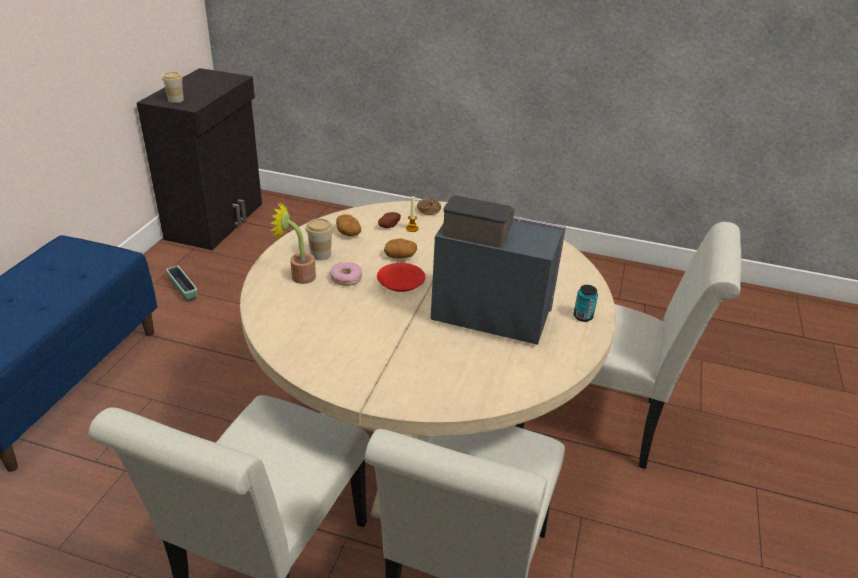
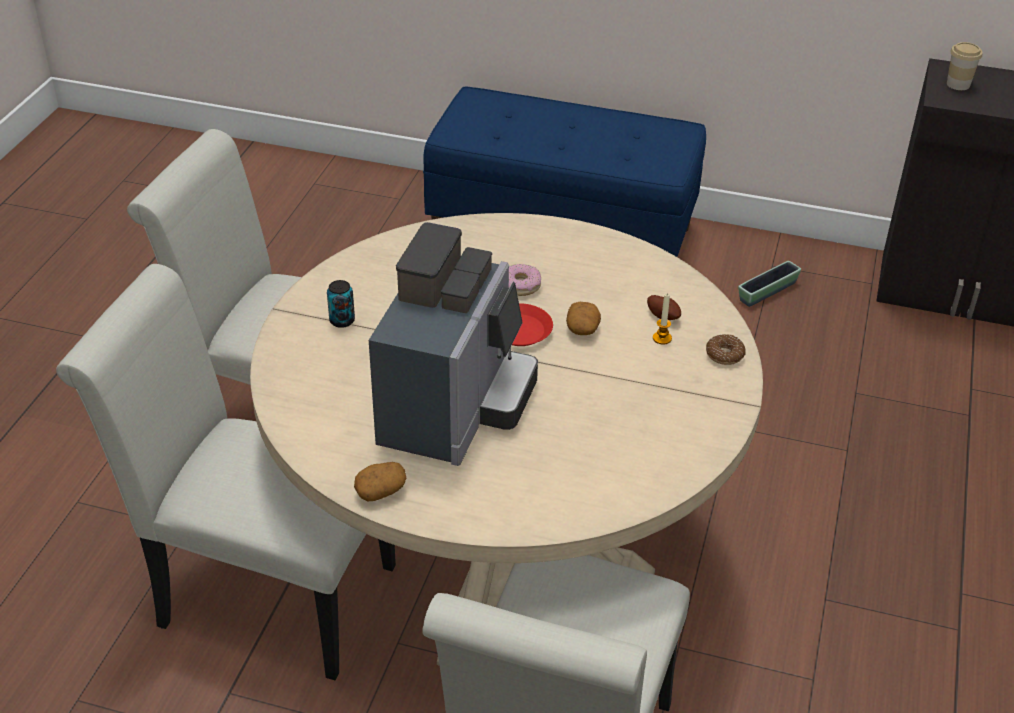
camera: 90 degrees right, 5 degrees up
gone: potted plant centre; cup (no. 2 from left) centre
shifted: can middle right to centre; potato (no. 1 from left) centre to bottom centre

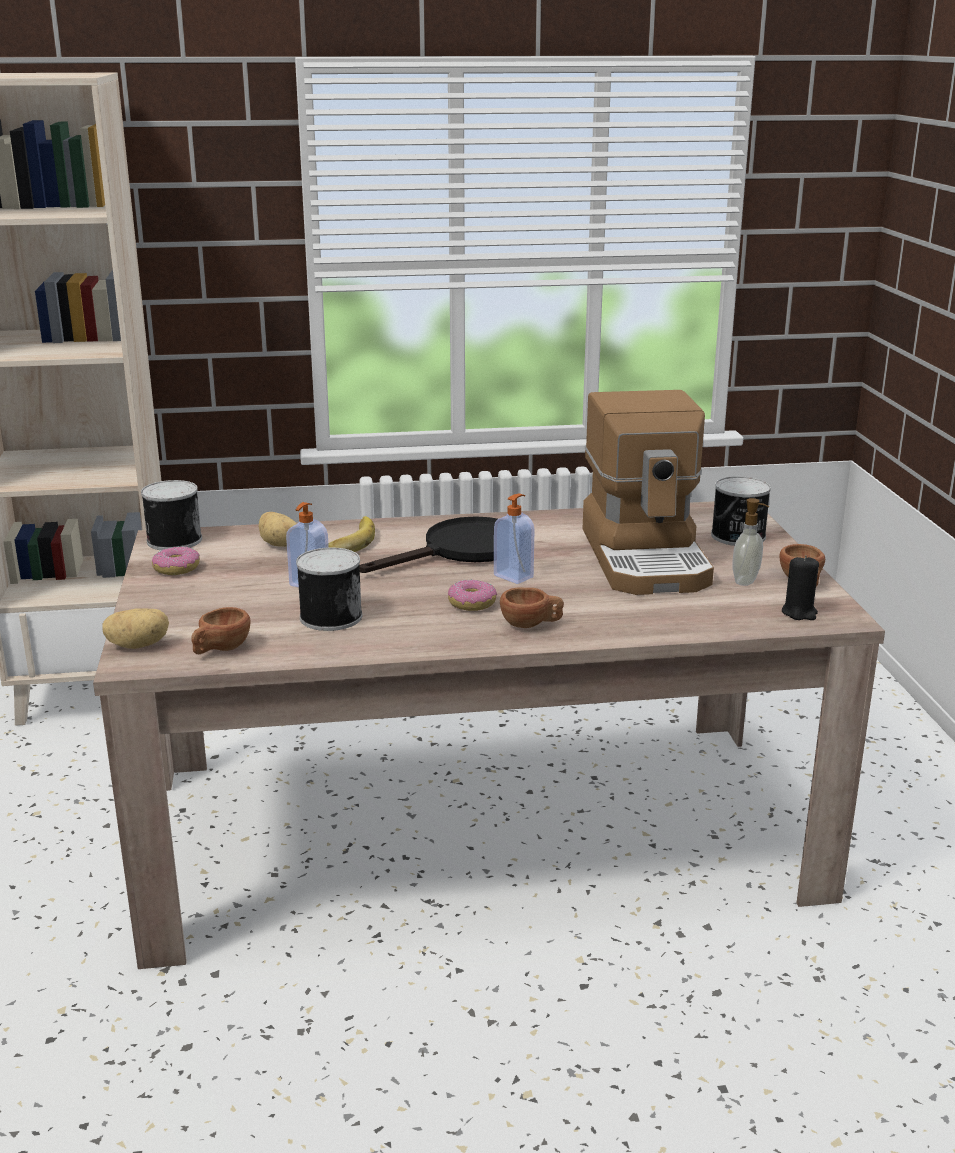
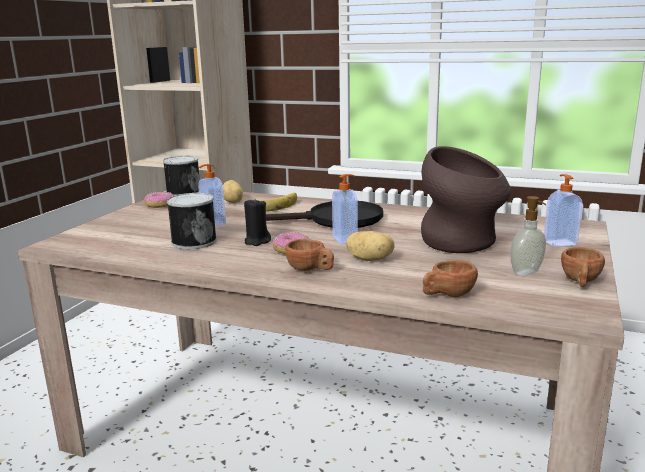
camera: 30 degrees right, 5 degrees down
shifted: candle/black middle right to centre; potato (no. 1 from left in the first image) middle left to potato (no. 2 from left) centre; cup/brown (no. 1 from left in the first image) middle left to cup/brown (no. 2 from left) middle right
swapped: coffee machine middle right to vase/brown middle right; can (no. 3 from left) middle right to soap dispenser (no. 4 from left) middle right

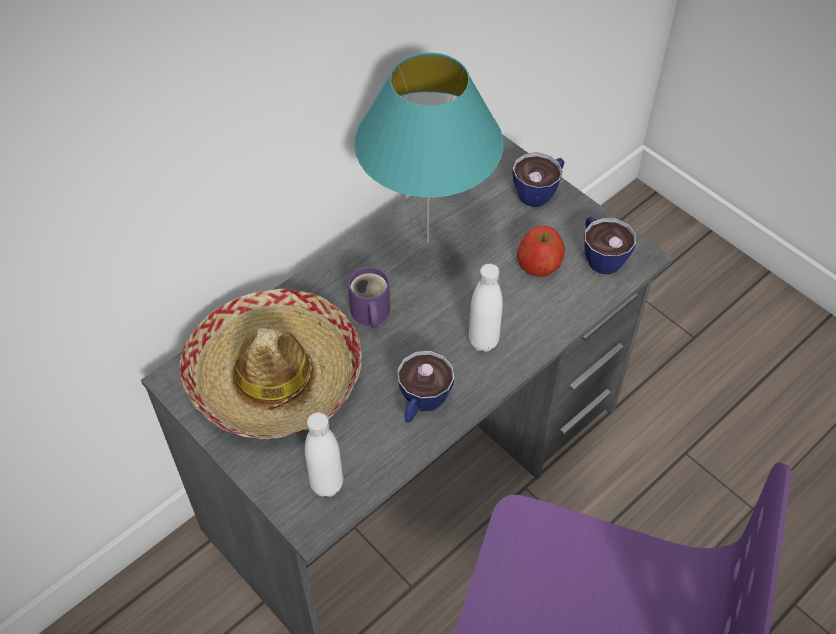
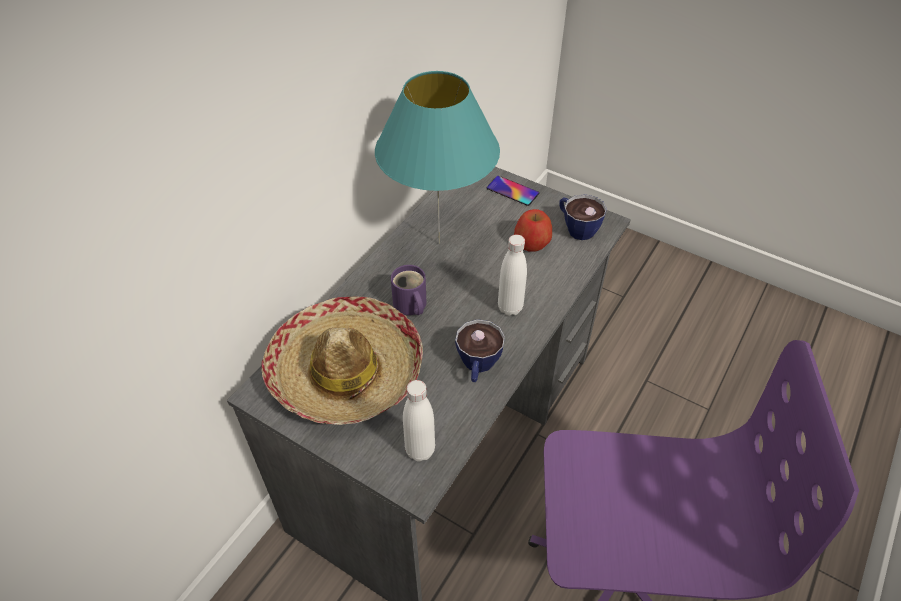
camera: 15 degrees left, 5 degrees down
swapped: cup (no. 2 from left) top centre to phone top centre

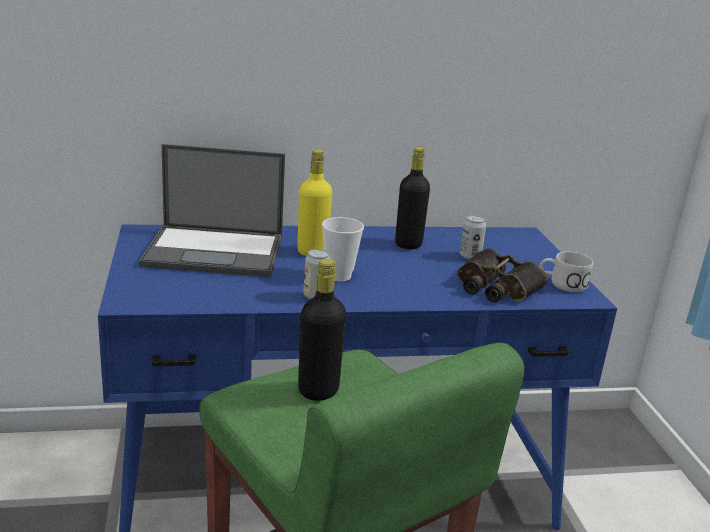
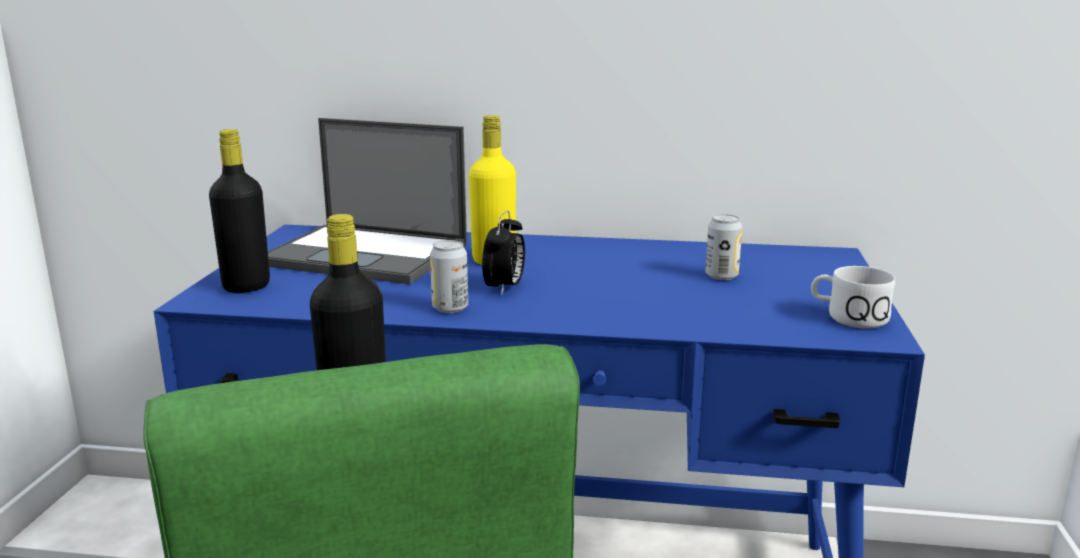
camera: 20 degrees right, 5 degrees down
gone: binoculars middle right
shifted: bottle/black (no. 2 from left in the first image) centre to bottle/black (no. 1 from left) middle left
swapped: cup centre to alarm clock centre

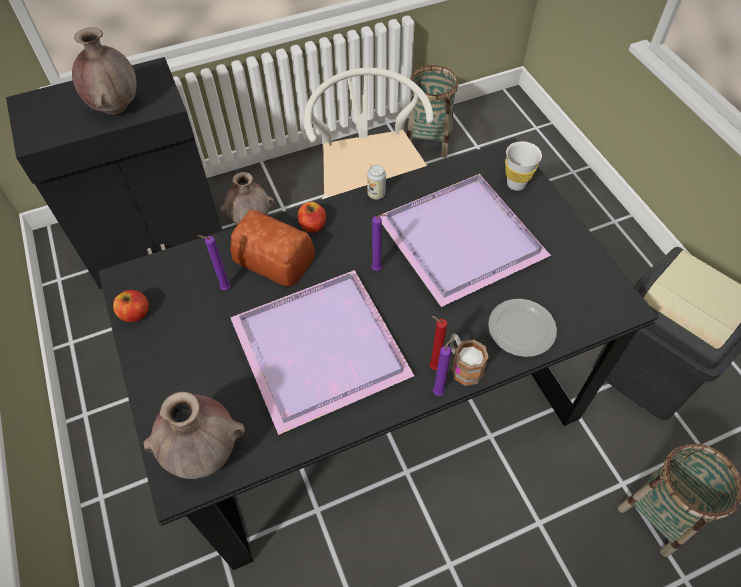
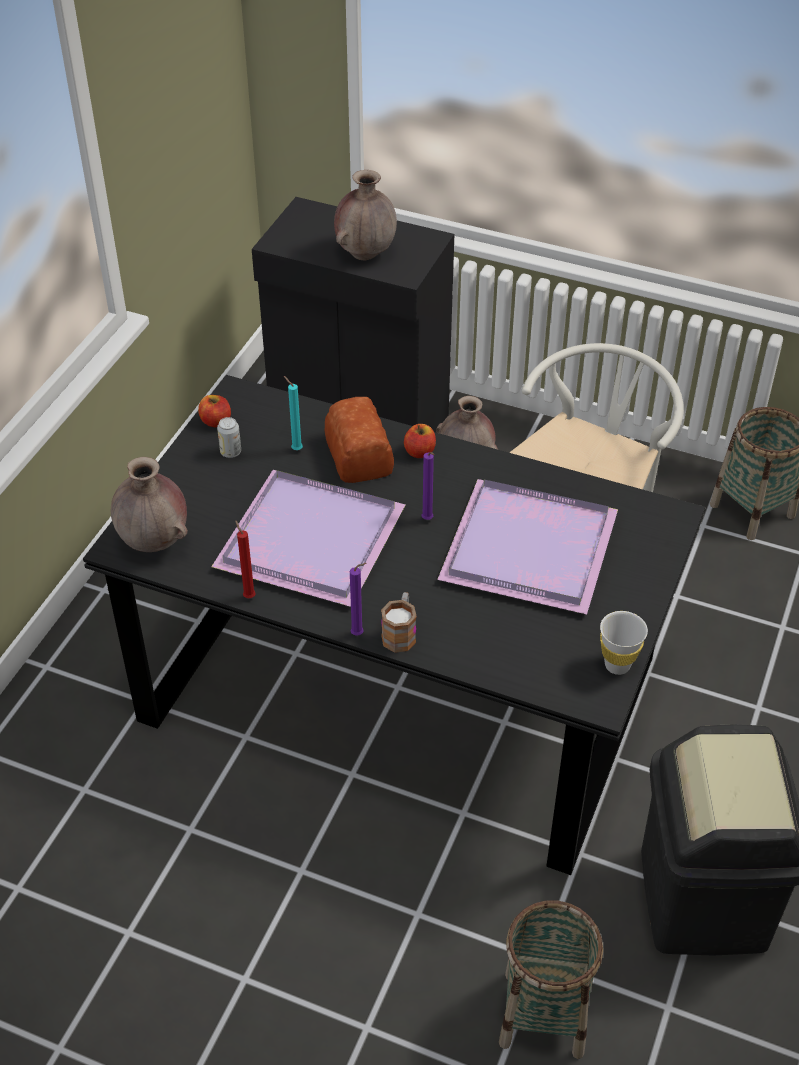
camera: 45 degrees right, 10 degrees down
gone: plate middle right
shifted: can top centre to middle left; candle/red centre to middle left; cup/white top right to middle right
repainted: candle/purple (no. 1 from left) middle left to candle/turquoise centre

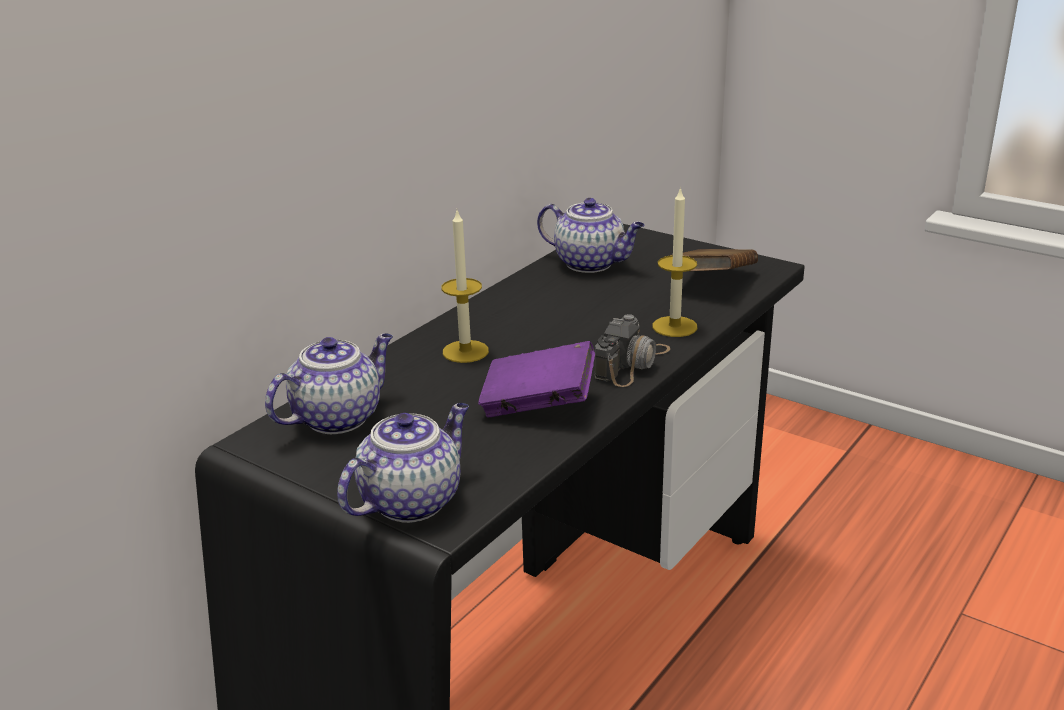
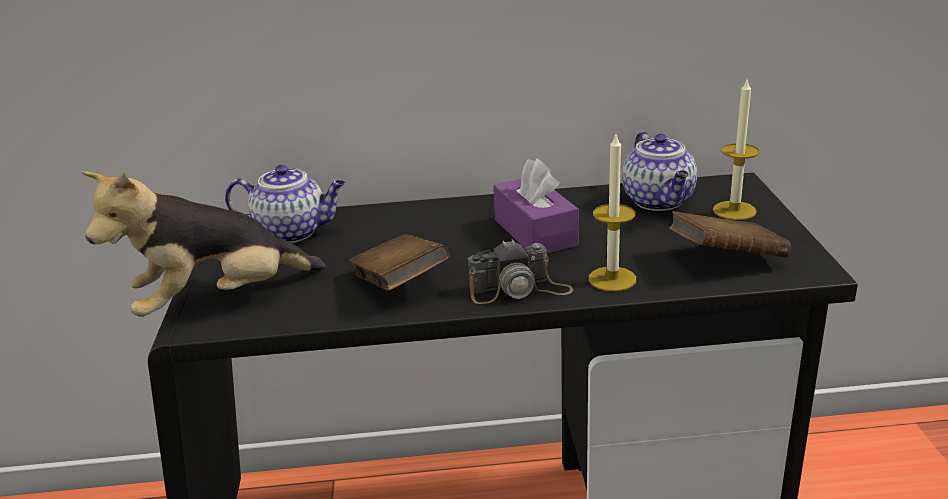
camera: 50 degrees right, 0 degrees up
new: tissue box/purple centre
shifted: candle (no. 1 from left in the first image) centre to candle (no. 2 from left) top right
swapped: teapot (no. 2 from left) centre to plush toy middle left
repainted: book/purple centre to book/brown (no. 1 from left) centre

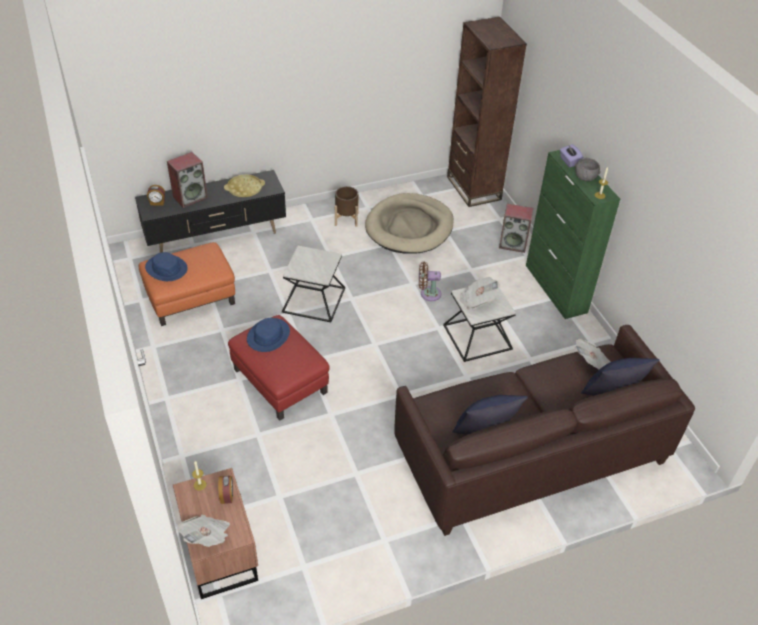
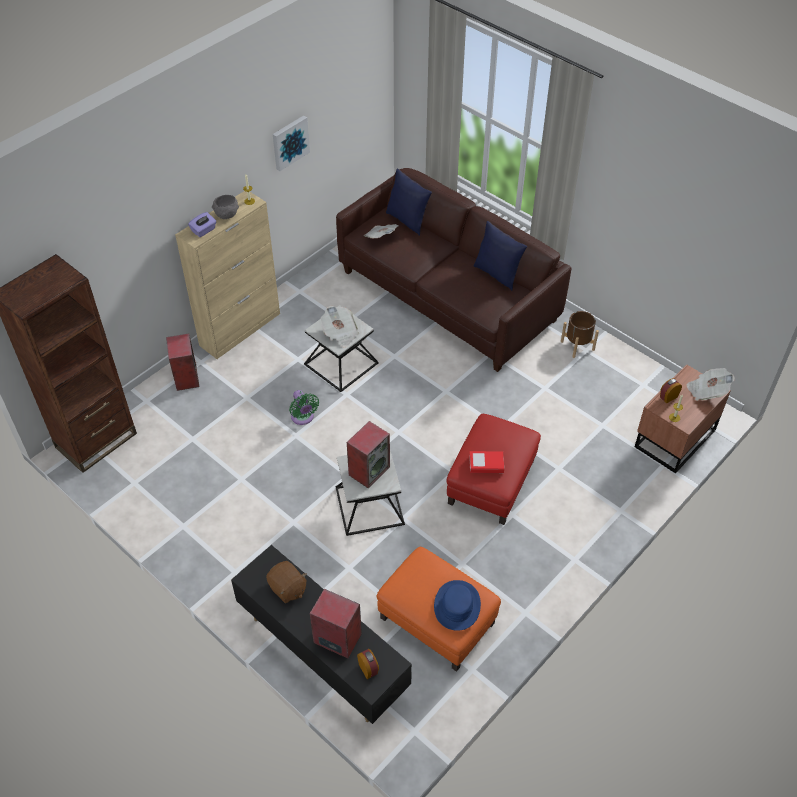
camera: 115 degrees left, 5 degrees up
gone: dog bed/beige centre
new: picture top centre; speaker (no. 3 from left) centre
shifted: planter/brown top centre to middle right
swapped: tray/yellow top left to plush toy/brown bottom centre; hat/blue (no. 2 from left) centre to book centre
repainted: cabinet/green middle right to cabinet/beige middle left; fan/brown centre to fan/green centre

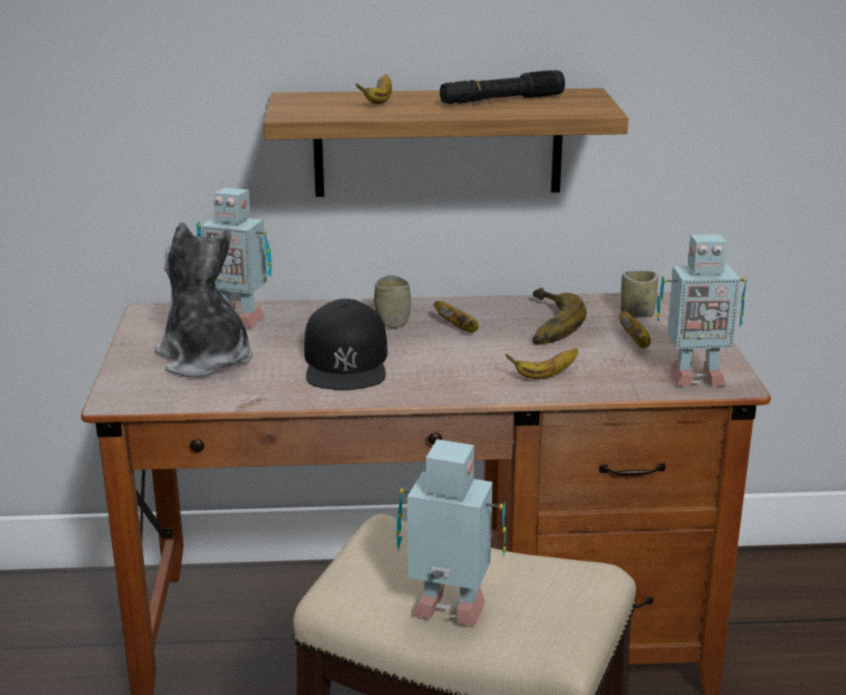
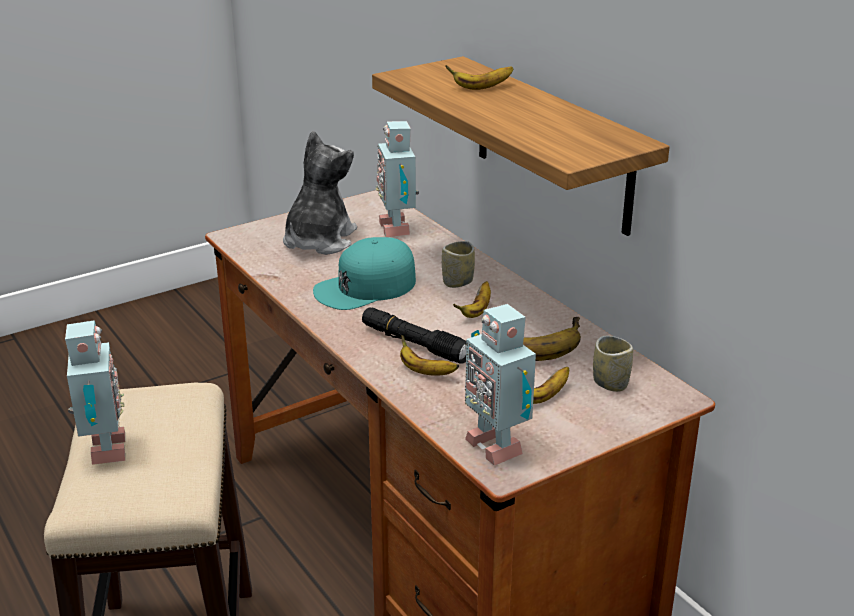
camera: 60 degrees right, 5 degrees up
shifted: flashlight/black top centre to centre
repainted: cap/black centre to cap/turquoise centre

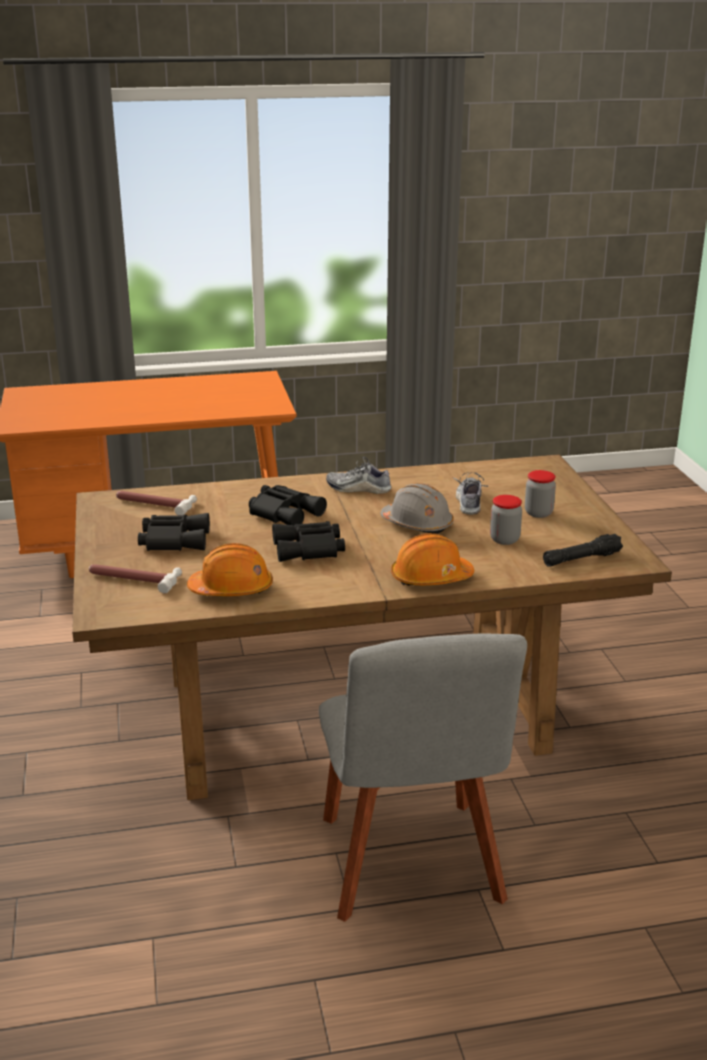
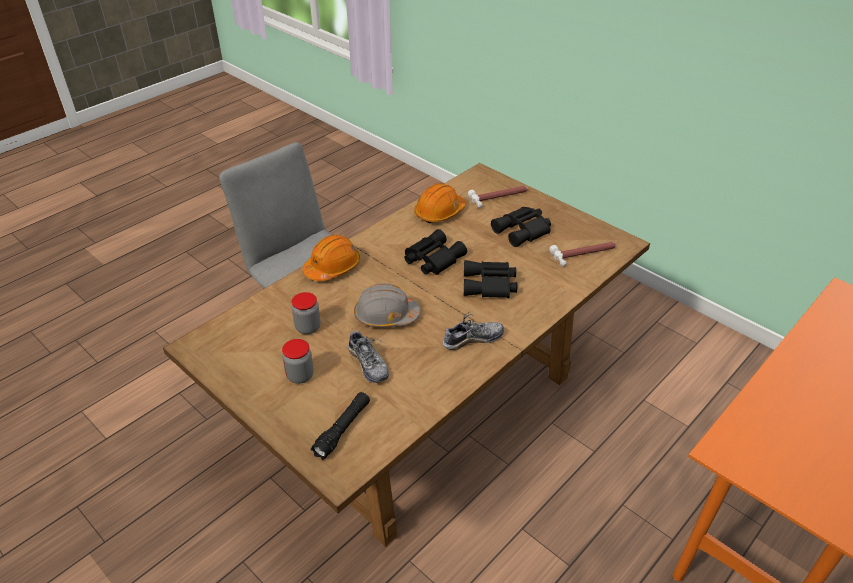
camera: 145 degrees right, 15 degrees up
shifted: flashlight/black middle right to bottom centre

